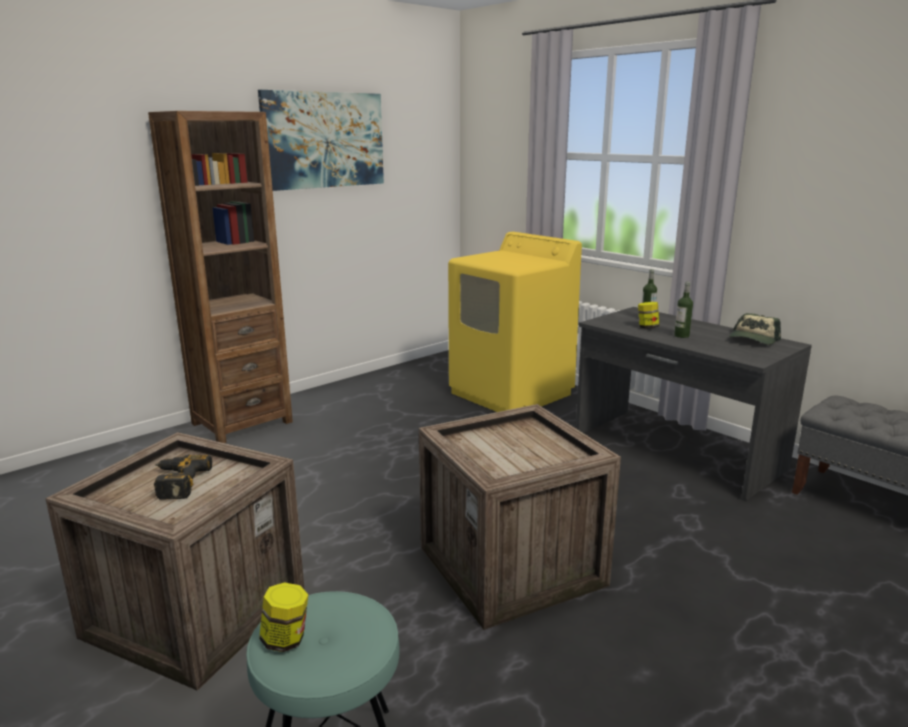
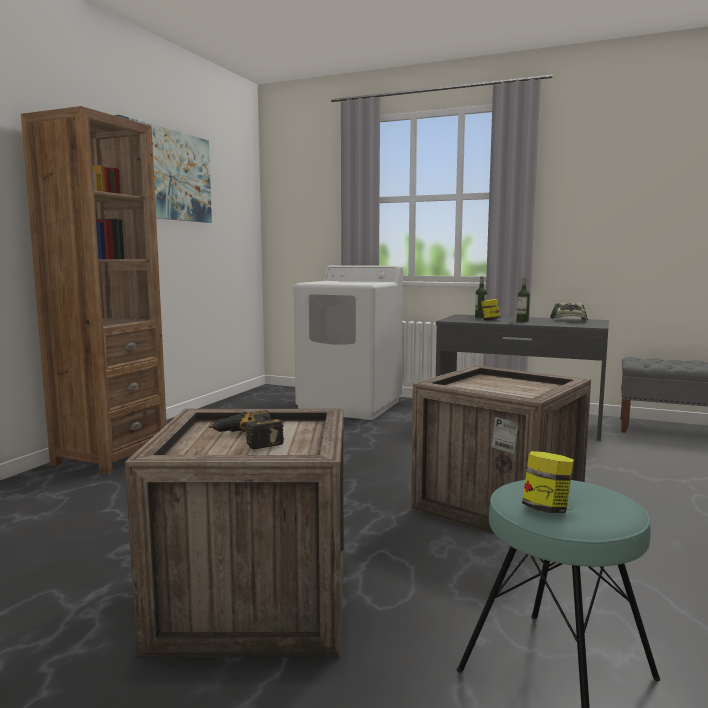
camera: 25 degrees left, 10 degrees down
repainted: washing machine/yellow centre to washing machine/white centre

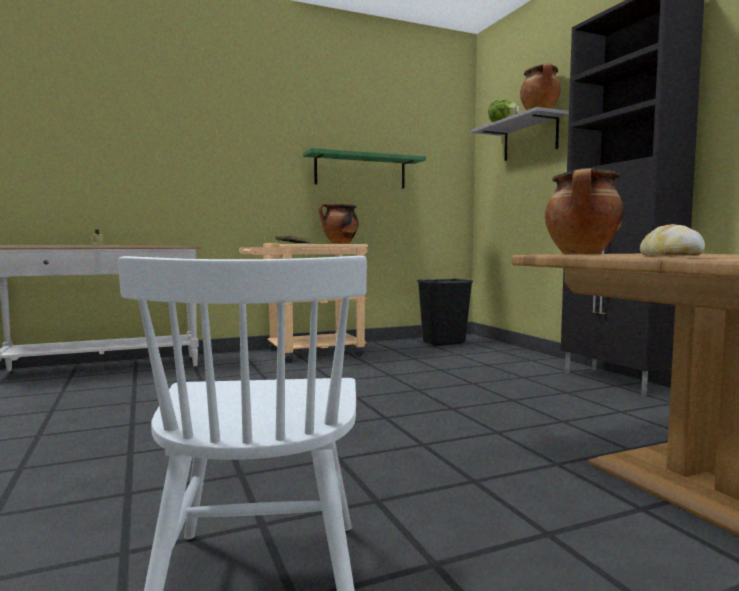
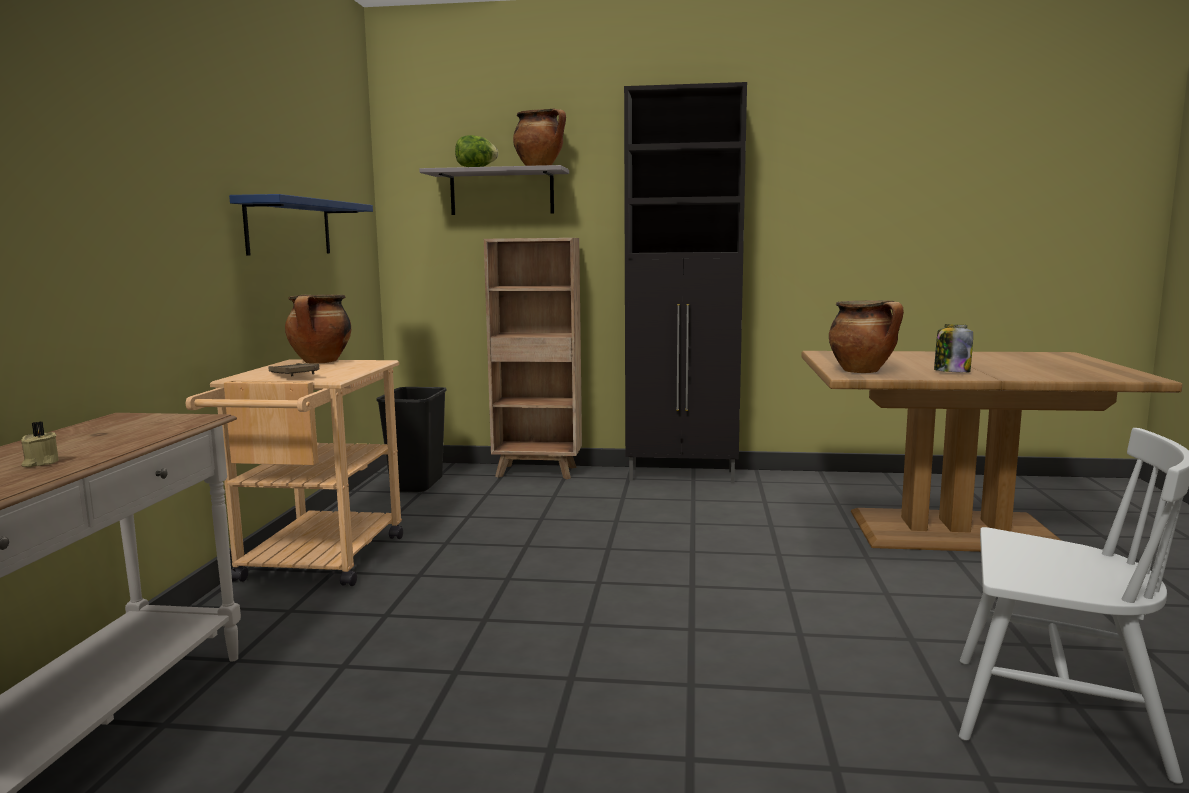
camera: 60 degrees left, 5 degrees up
new: bookcase/brown centre
swapped: bread middle right to jar middle right
repainted: shelf/green top centre to shelf/blue top left

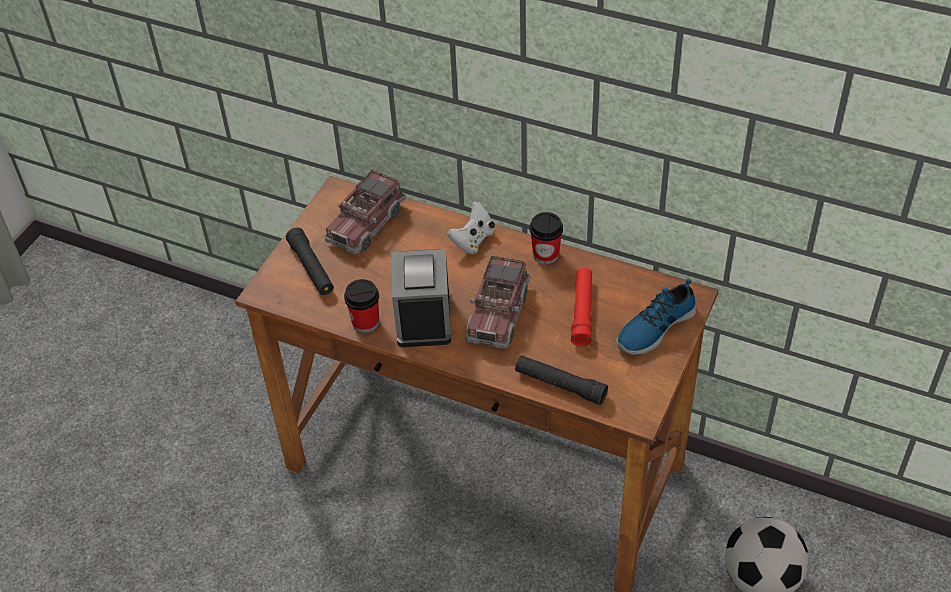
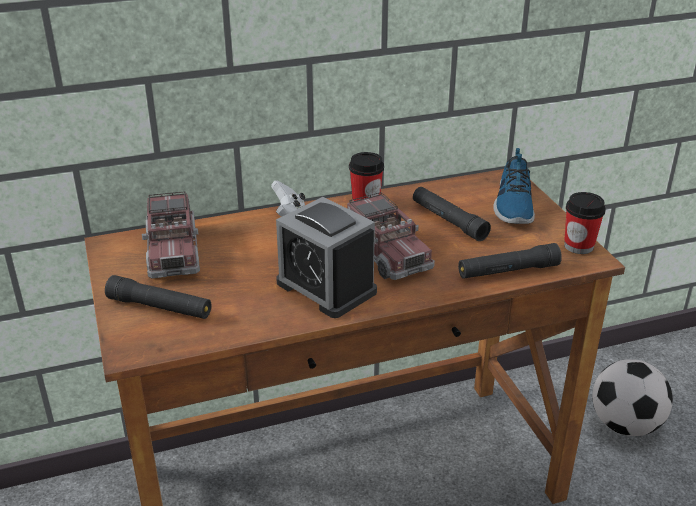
camera: 45 degrees left, 15 degrees down
shifted: cup (no. 1 from left in the first image) centre to cup (no. 2 from left) middle right
repainted: flashlight/red centre to flashlight/black (no. 2 from left) centre

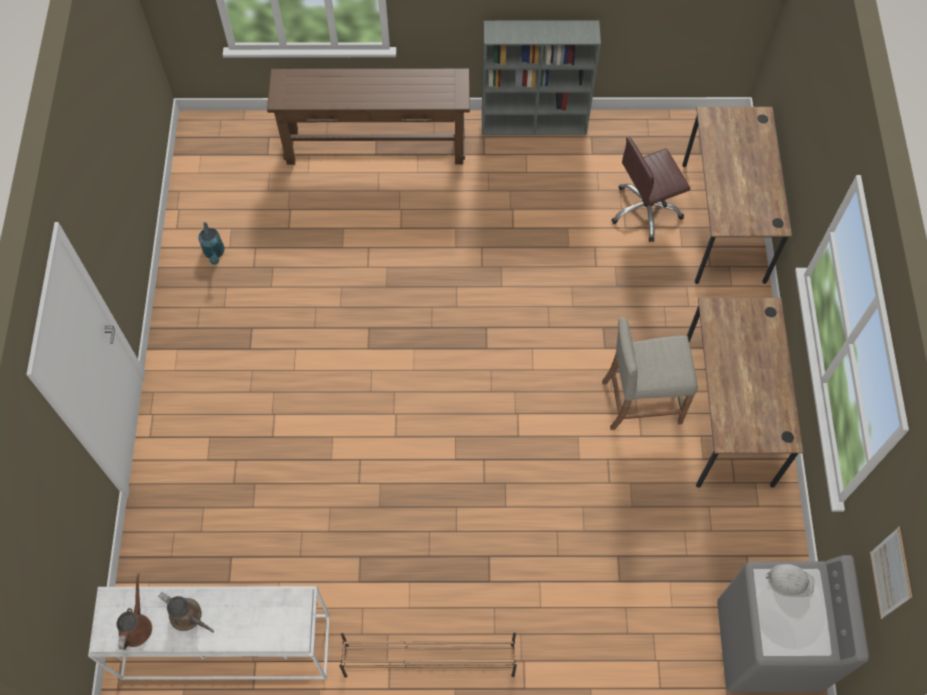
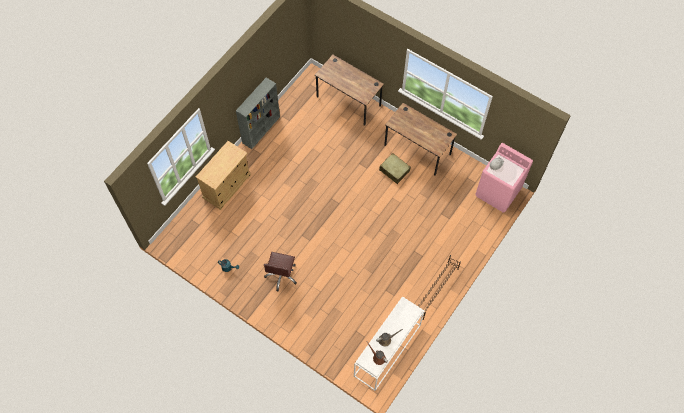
camera: 55 degrees left, 0 degrees up
gone: picture bottom right
shifted: office chair/brown top right to centre
swapped: console table/brown top centre to cabinet/beige middle left; stool/beige middle right to suitcase/beige centre
repainted: washing machine/grey bottom right to washing machine/pink middle right

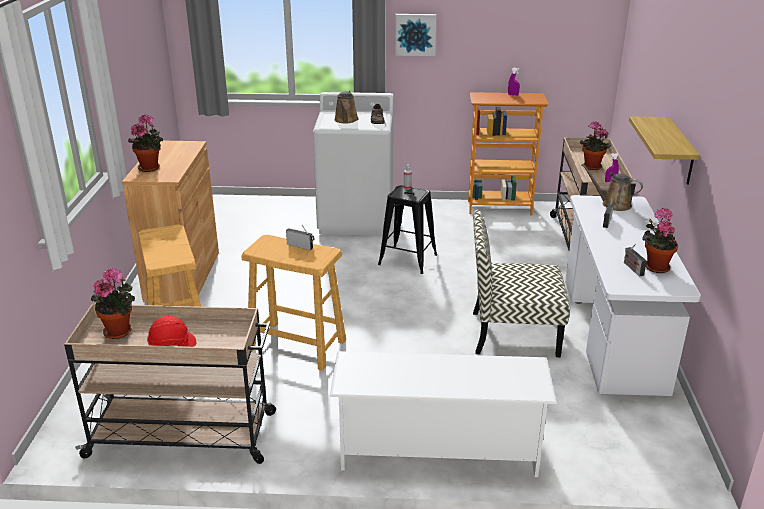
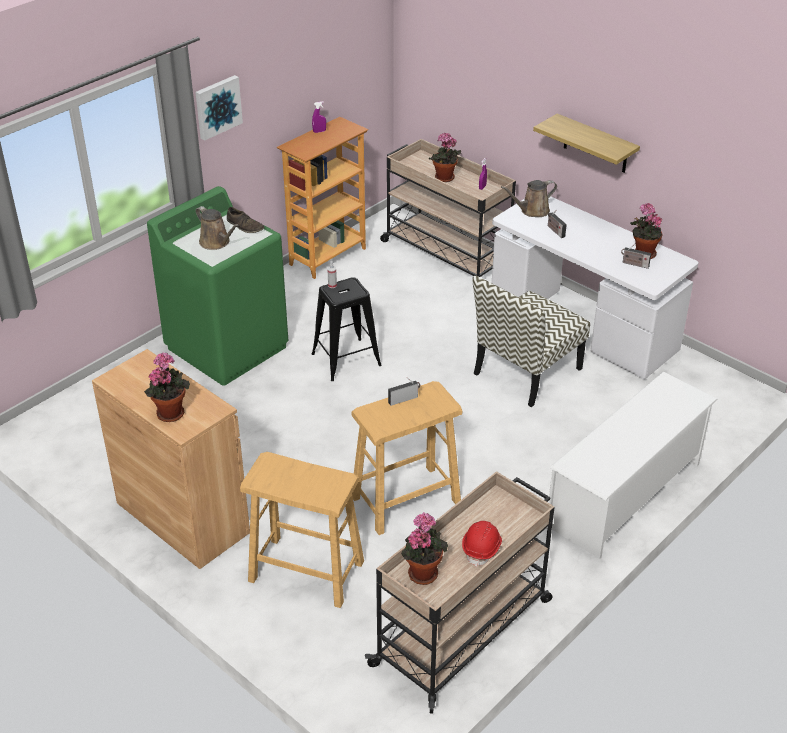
camera: 50 degrees left, 10 degrees up
repainted: washing machine/white top centre to washing machine/green middle left

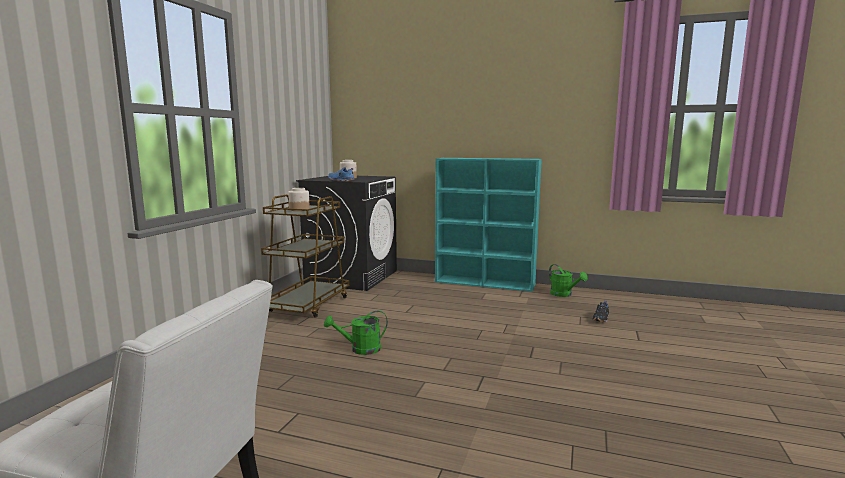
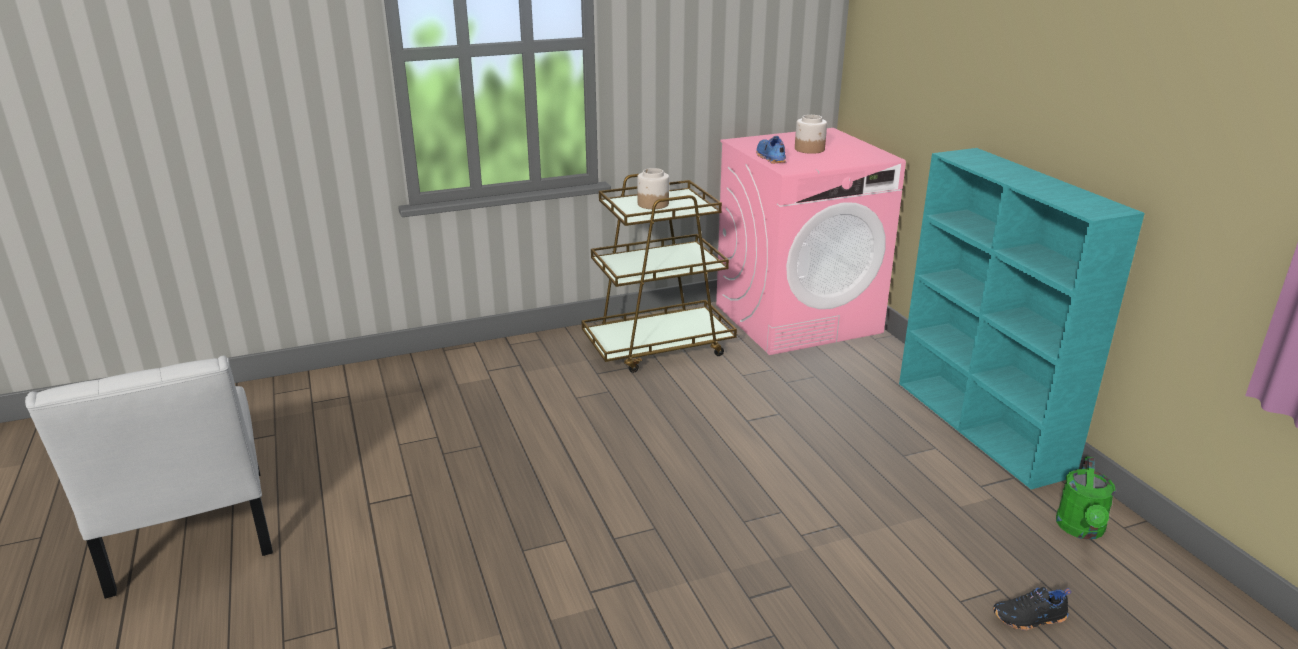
camera: 50 degrees right, 15 degrees up
gone: watering can/green (no. 1 from left) bottom centre
repainted: washing machine/black centre to washing machine/pink centre

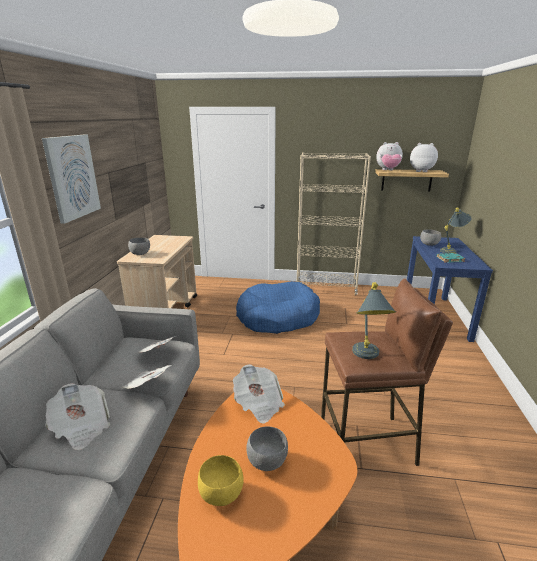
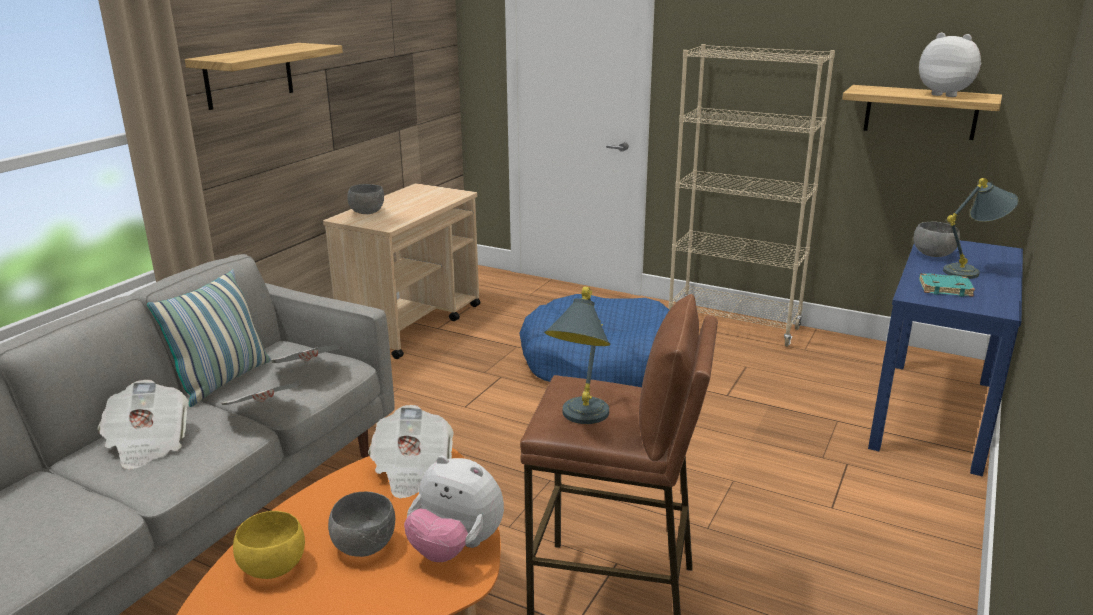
camera: 20 degrees right, 0 degrees up
new: pillow middle left
shifted: plush toy (no. 1 from left) top right to bottom centre
swapped: picture top left to shelf (no. 1 from left) top left

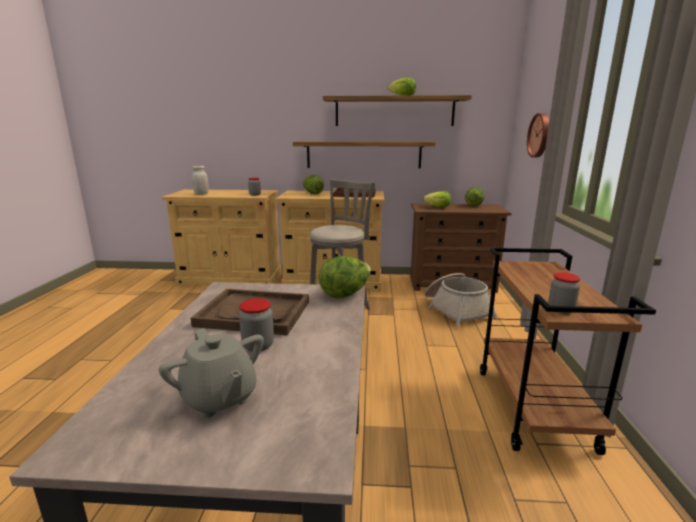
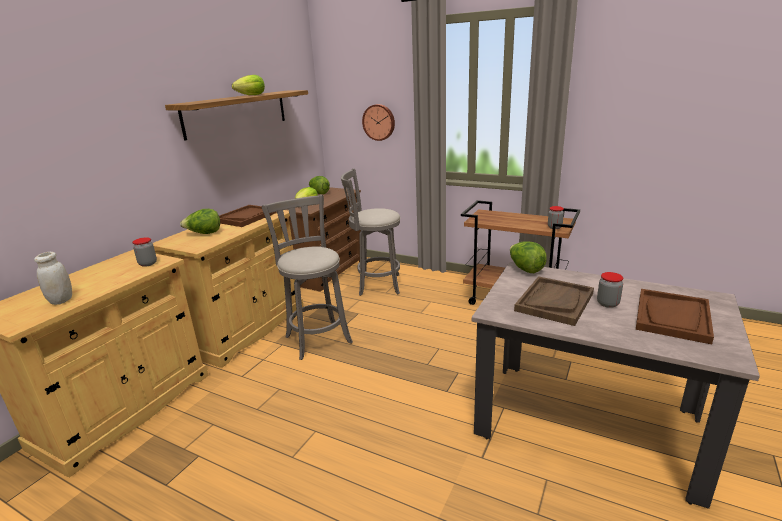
camera: 65 degrees left, 5 degrees up
gone: shelf (no. 1 from left) top centre
swapped: basket centre to stool/grey (no. 2 from left) centre; teapot/grey bottom left to tray/brown (no. 3 from left) middle right

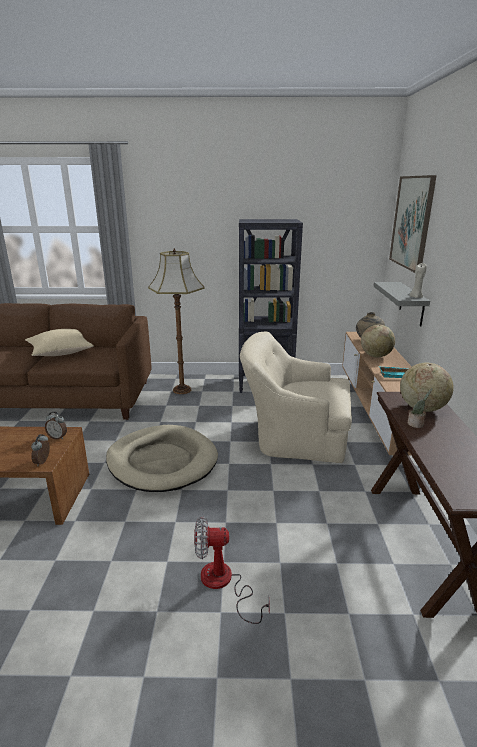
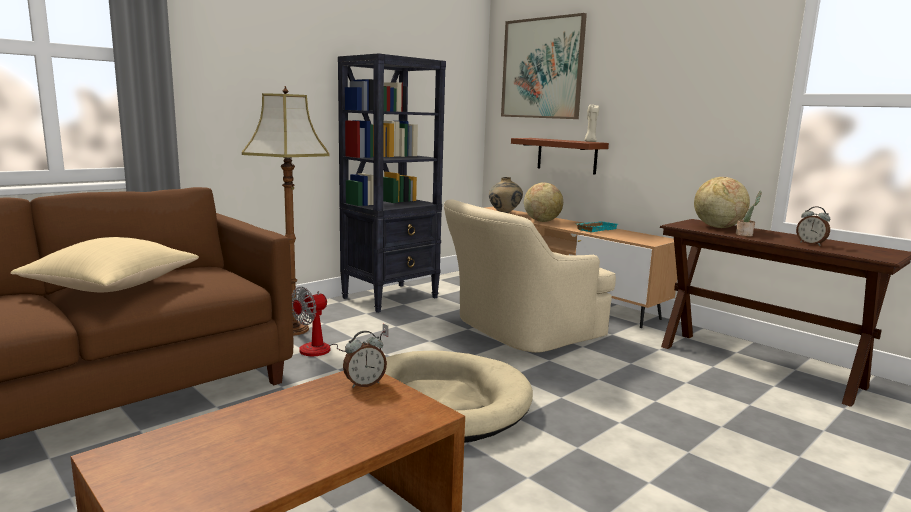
camera: 45 degrees left, 10 degrees down
shifted: fan bottom centre to centre; alarm clock (no. 1 from left in the first image) middle left to alarm clock (no. 2 from left) middle right
repainted: shelf/grey middle right to shelf/brown top centre

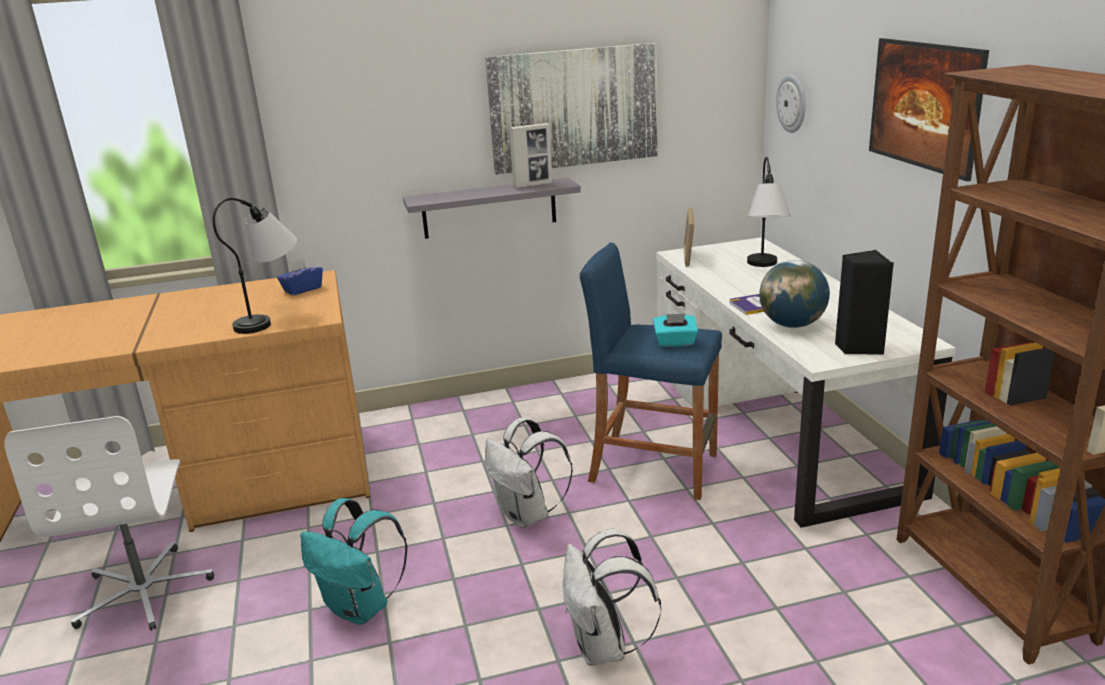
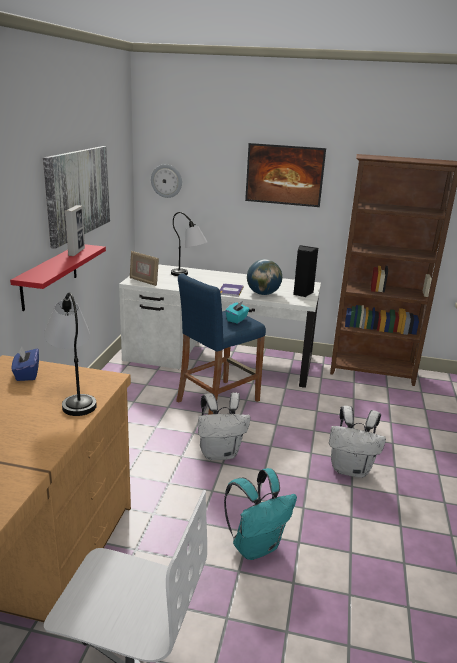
camera: 65 degrees left, 0 degrees up
repainted: shelf/grey top centre to shelf/red middle left

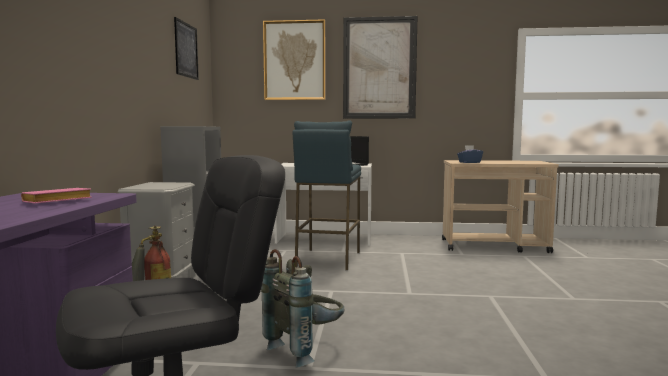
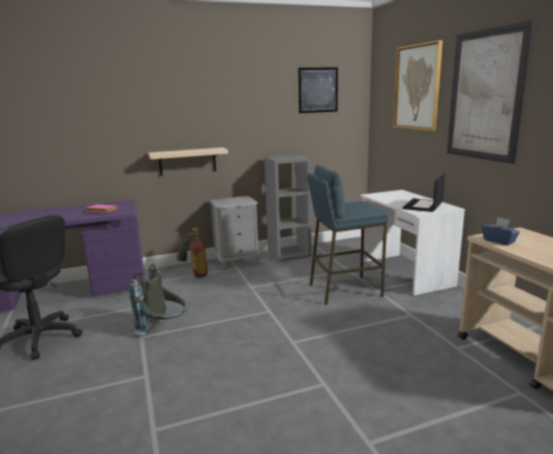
camera: 65 degrees right, 10 degrees up
new: shelf/beige centre

